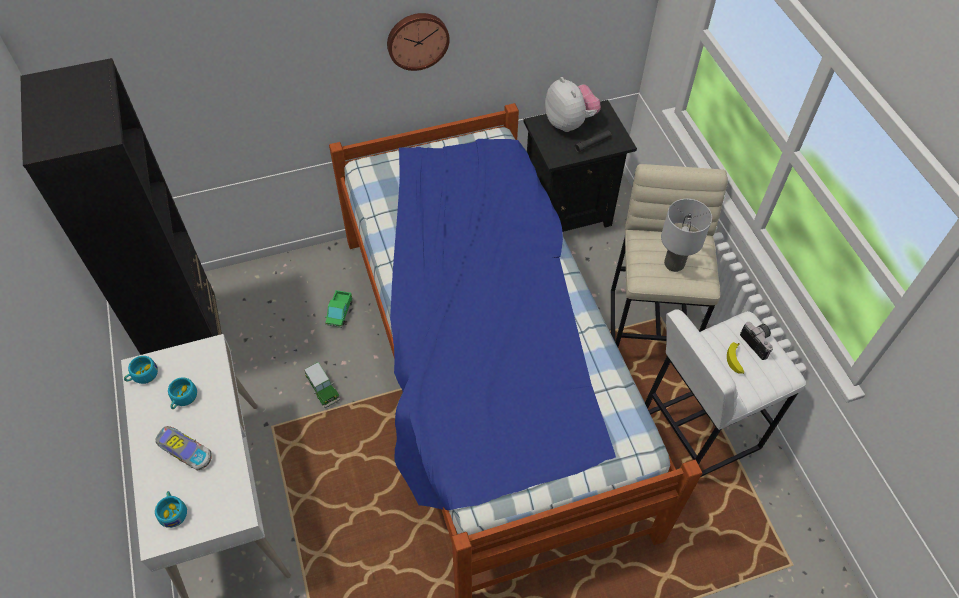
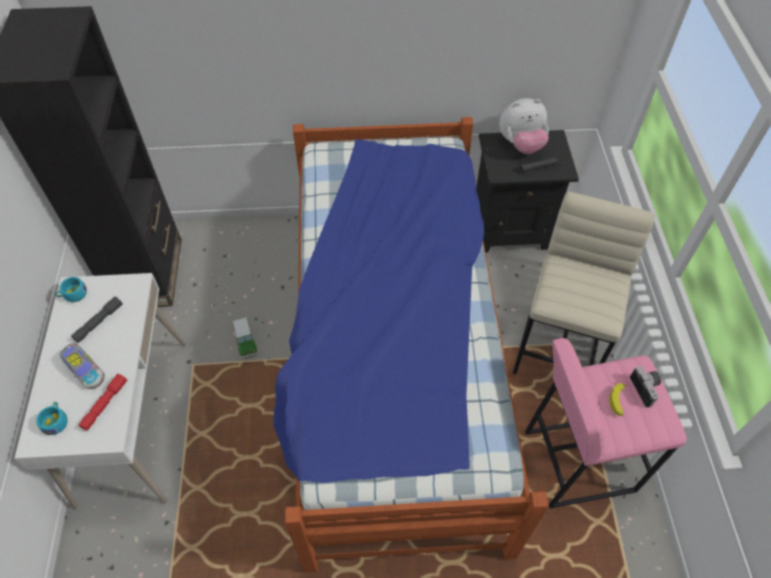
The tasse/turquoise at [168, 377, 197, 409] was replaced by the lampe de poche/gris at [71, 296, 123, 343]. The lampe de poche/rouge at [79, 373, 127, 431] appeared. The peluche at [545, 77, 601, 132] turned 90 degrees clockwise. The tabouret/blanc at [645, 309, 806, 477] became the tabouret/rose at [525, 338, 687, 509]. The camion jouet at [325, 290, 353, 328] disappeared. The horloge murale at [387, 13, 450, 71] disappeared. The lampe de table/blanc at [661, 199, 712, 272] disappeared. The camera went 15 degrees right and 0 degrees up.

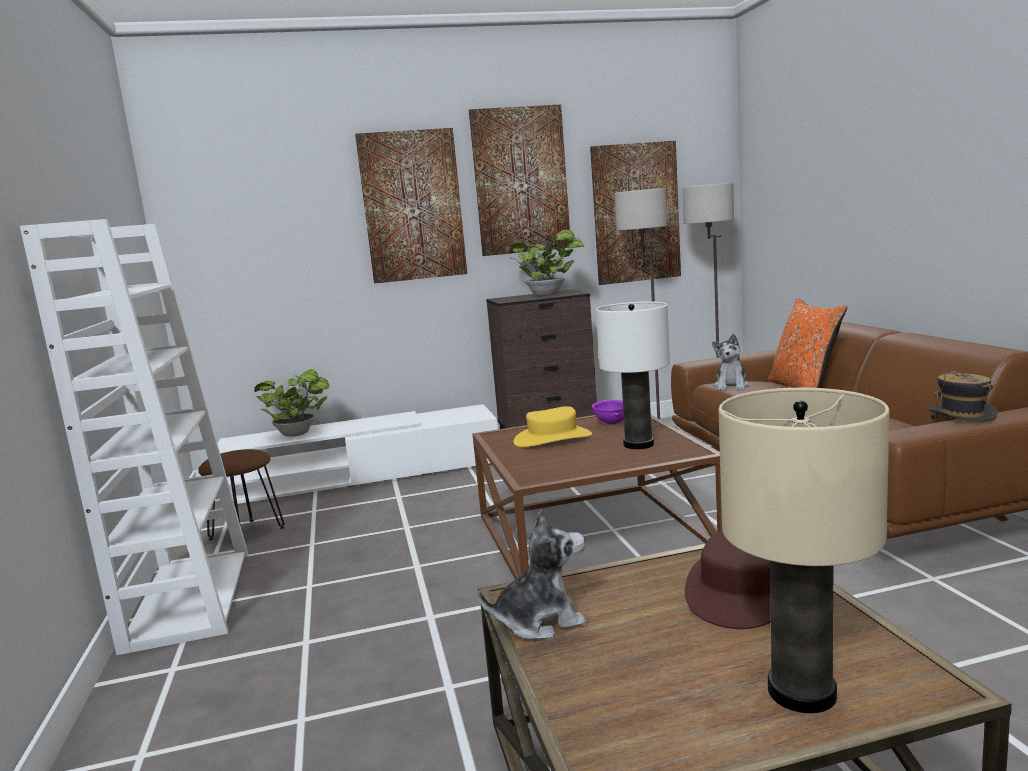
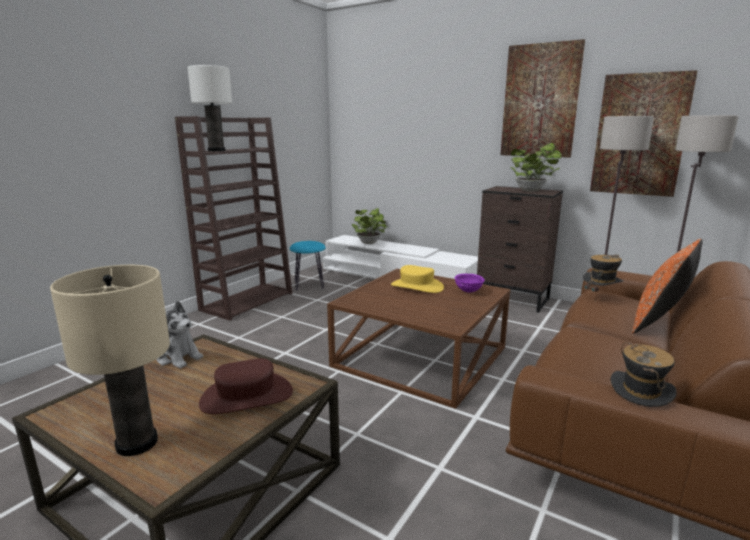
The bibliothèque/blanc at [20, 219, 248, 655] became the bibliothèque/marron at [175, 116, 293, 321]. The lampe de table/blanc moved from [596, 301, 670, 449] to [187, 65, 232, 151]. The tabouret/marron at [198, 449, 285, 541] became the tabouret/turquoise at [290, 241, 326, 290]. The peluche at [712, 334, 749, 391] was replaced by the chapeau at [583, 254, 624, 303]. The tableau at [355, 128, 467, 284] disappeared. The camera went 45 degrees right and 5 degrees up.

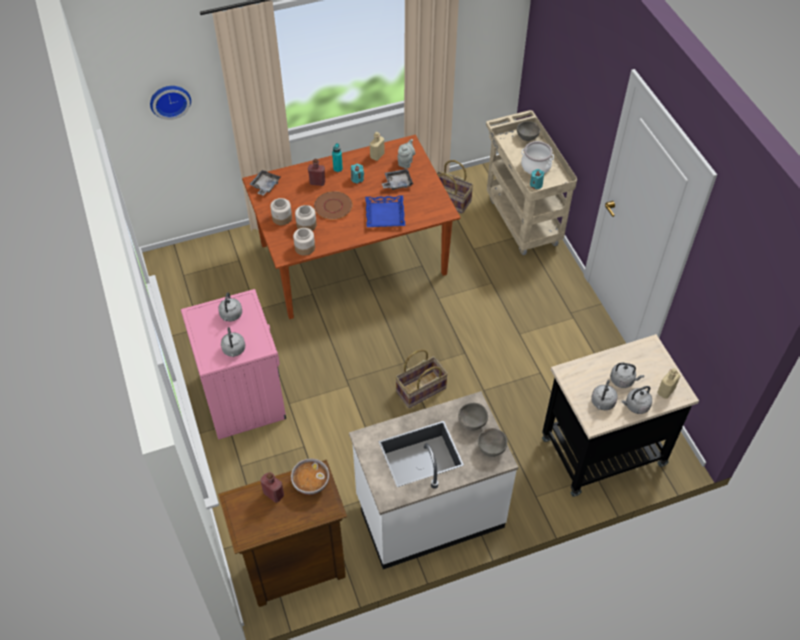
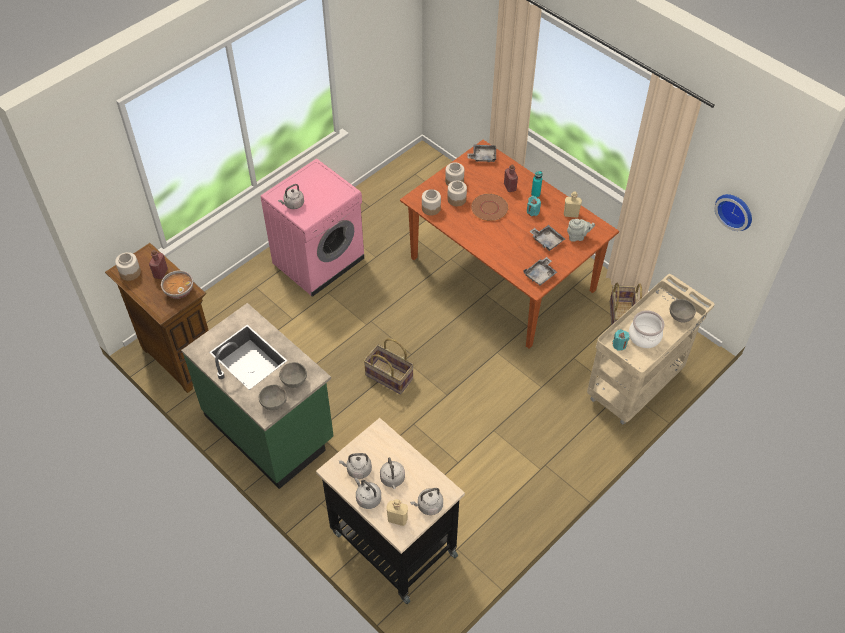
The bocal at [115, 252, 141, 281] appeared. The comptoir de cuisine/blanc at [349, 391, 518, 569] became the comptoir de cuisine/vert at [181, 303, 334, 489]. The bouilloire/gris moved from [218, 292, 242, 322] to [410, 488, 443, 515]. The plateau/gris at [524, 257, 557, 286] appeared. The horloge murale moved from [150, 86, 191, 120] to [715, 194, 752, 231]. The plateau/bleu at [365, 195, 405, 227] disappeared. The camera went 65 degrees right and 0 degrees up.

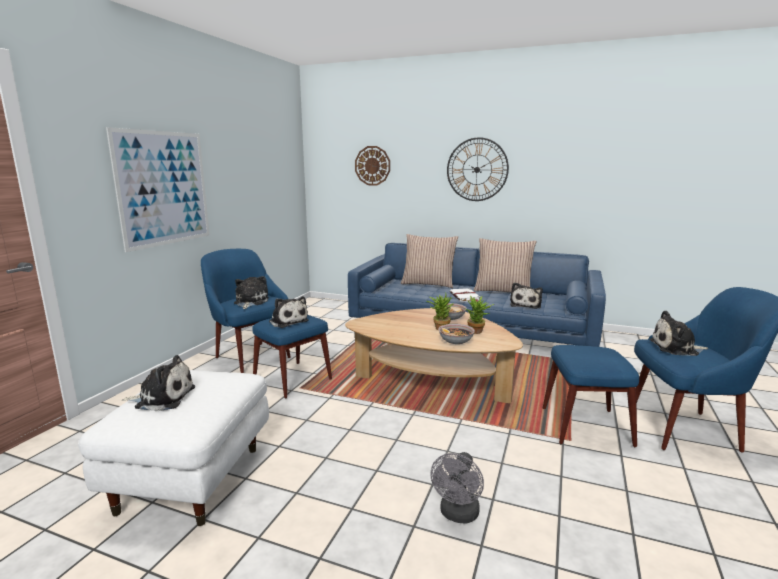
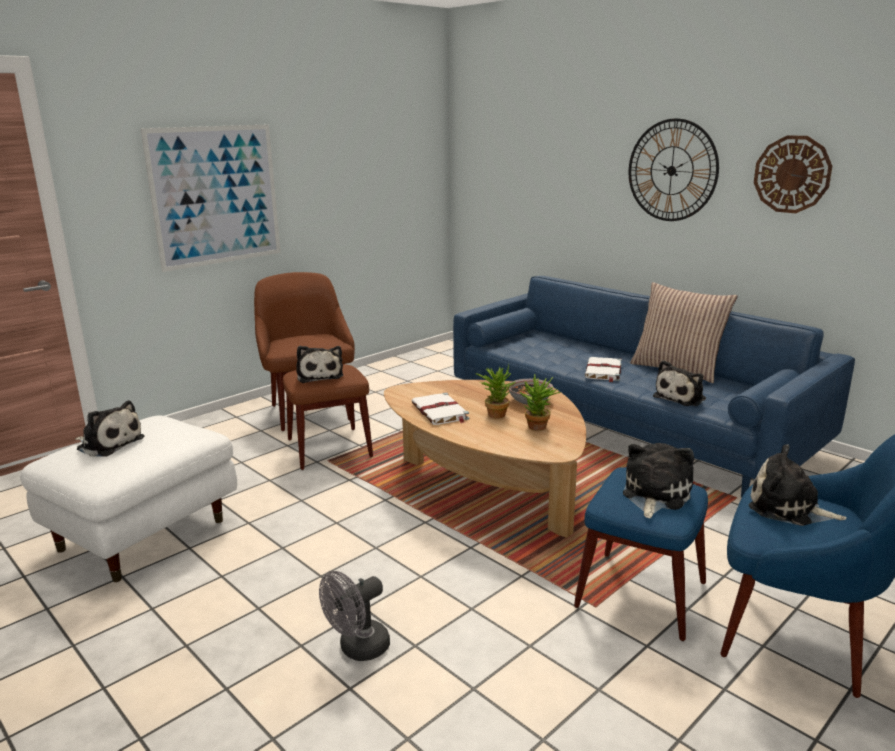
The fauteuil/bleu at [201, 249, 332, 399] became the fauteuil/marron at [254, 272, 373, 470]. The livre/blanc at [412, 392, 469, 425] appeared. The peluche moved from [234, 276, 269, 309] to [623, 443, 694, 518]. The horloge murale moved from [355, 146, 390, 186] to [754, 135, 832, 213]. The coussin at [401, 234, 458, 288] disappeared. The bol at [438, 324, 475, 344] disappeared. The camera went 25 degrees right and 5 degrees up.

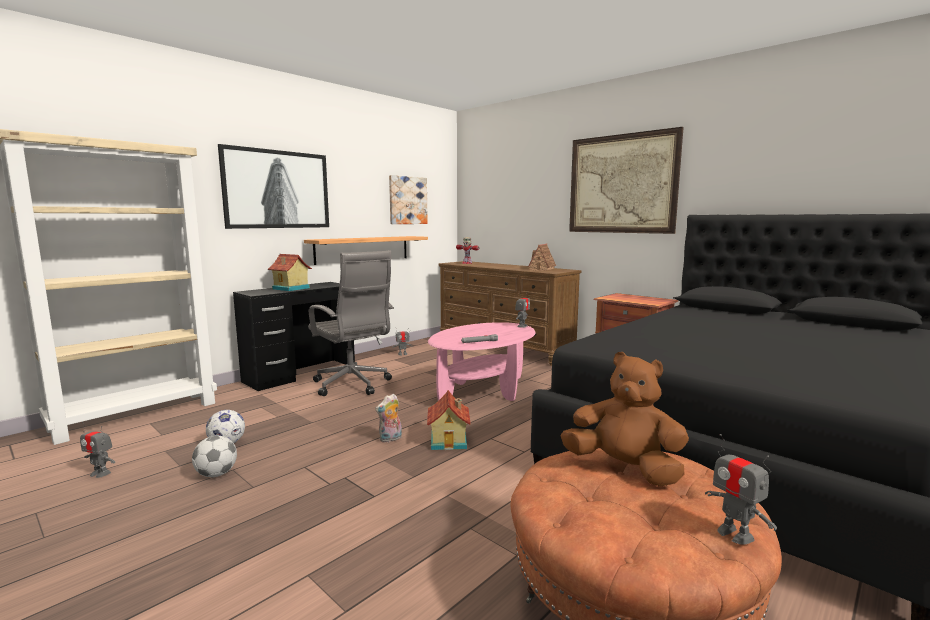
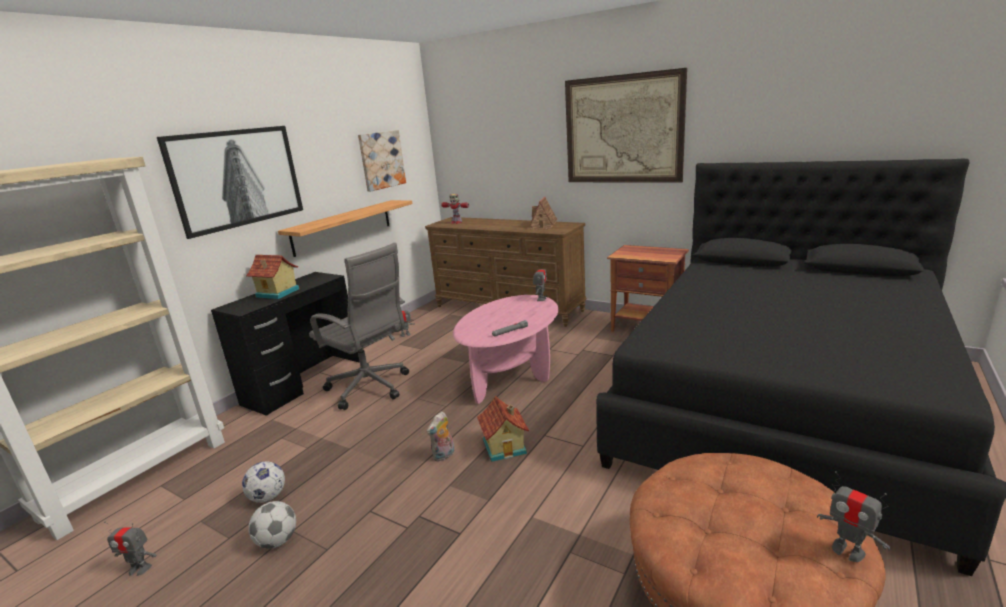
The peluche/marron at [560, 352, 689, 486] disappeared. The camera went 10 degrees left and 10 degrees up.

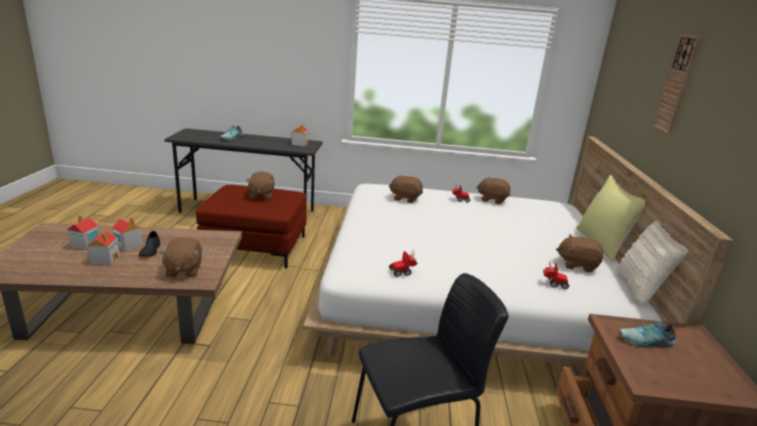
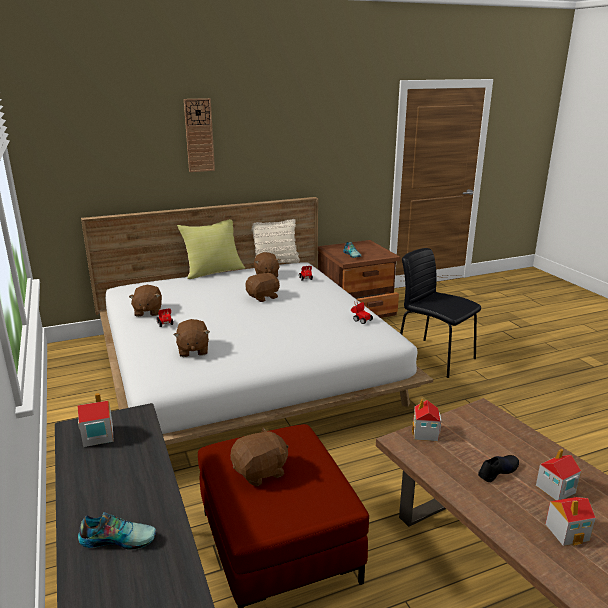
The peluche/marron moved from [159, 237, 202, 277] to [245, 272, 280, 302]. The maison miniature moved from [112, 216, 143, 251] to [412, 399, 441, 441]. The camera went 115 degrees left and 0 degrees up.

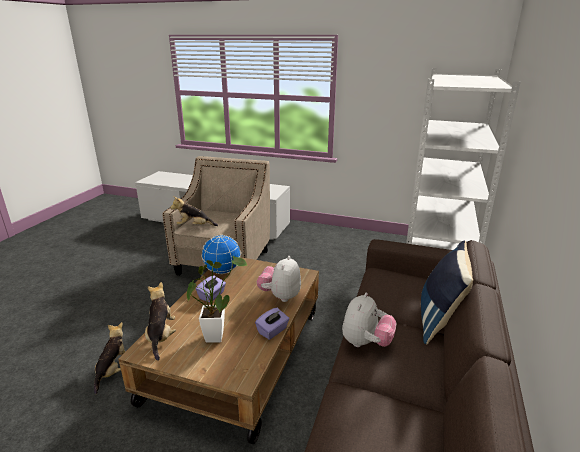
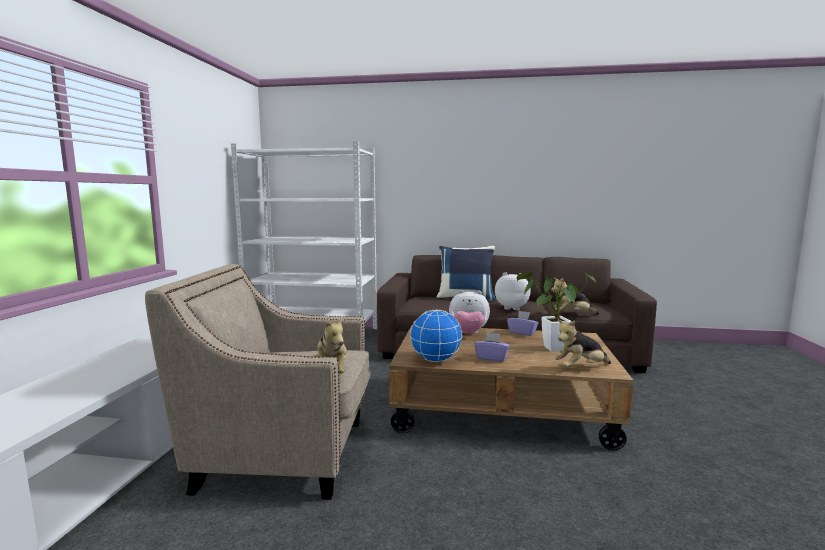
The peluche moved from [94, 322, 125, 394] to [551, 277, 600, 315]. The camera went 100 degrees left and 15 degrees down.

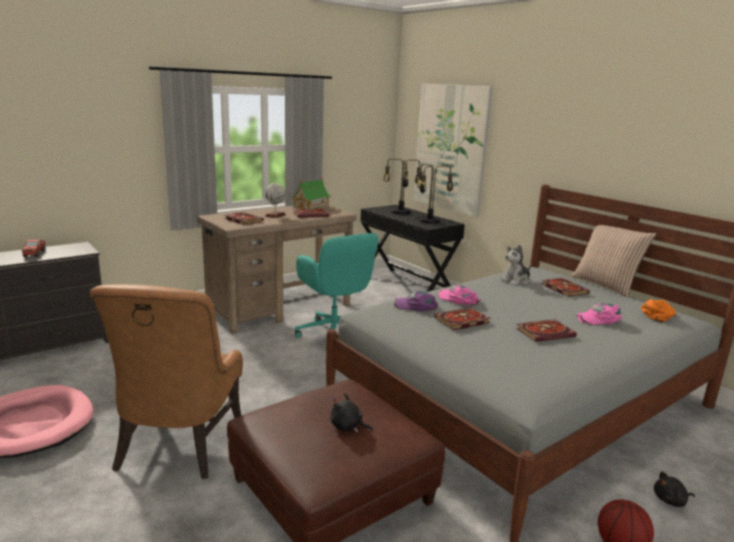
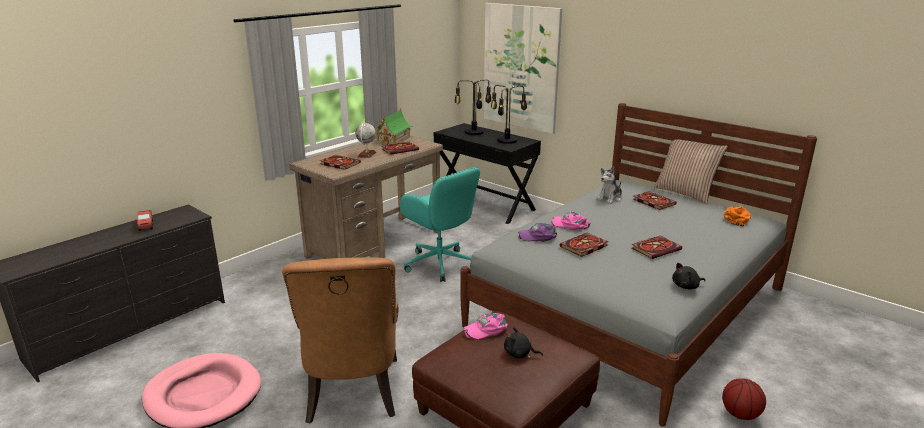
The casquette/rose moved from [577, 303, 622, 325] to [464, 313, 508, 339]. The peluche/noir moved from [654, 471, 695, 507] to [672, 263, 705, 290]. The camera went 10 degrees left and 5 degrees up.

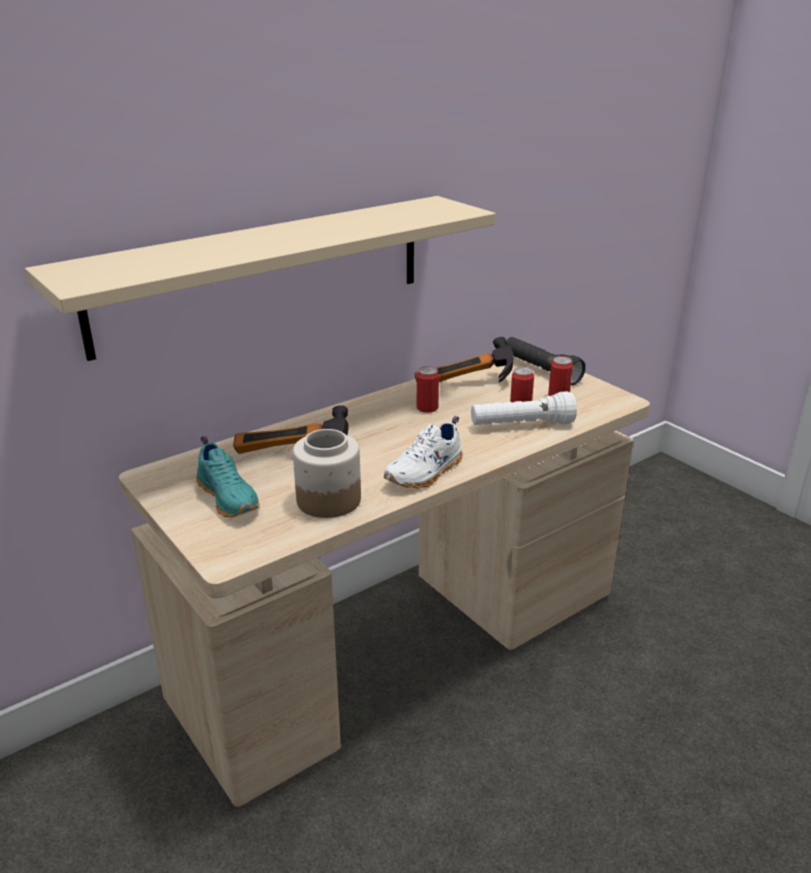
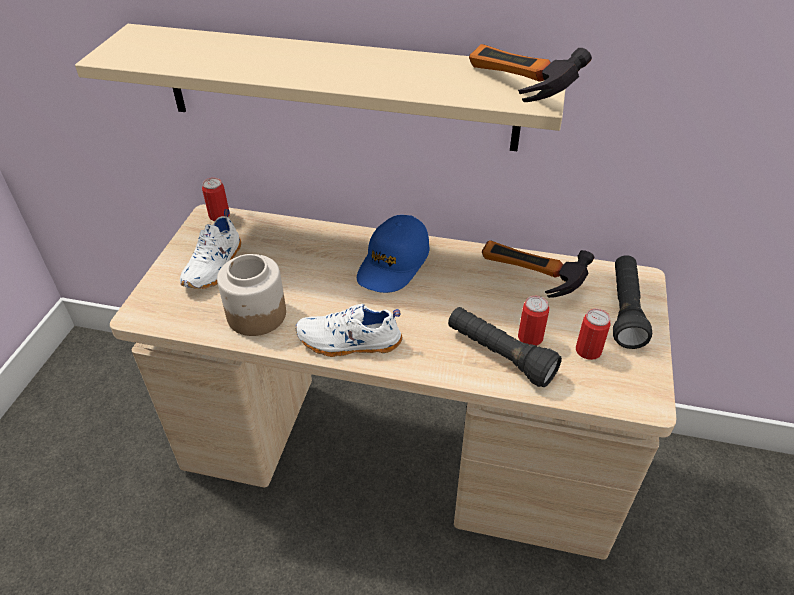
The chaussure/turquoise at [196, 436, 259, 517] became the chaussure/blanc at [180, 209, 241, 289]. The boîte métallique moved from [417, 366, 439, 413] to [202, 178, 230, 221]. The casquette/bleu at [357, 215, 430, 293] appeared. The lampe de poche/blanc at [471, 391, 577, 425] became the lampe de poche/noir at [448, 307, 562, 387]. The marteau moved from [233, 405, 349, 454] to [469, 44, 592, 102]. The camera went 50 degrees right and 15 degrees up.

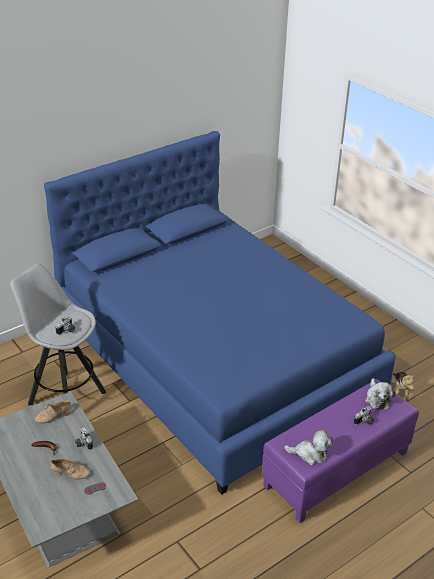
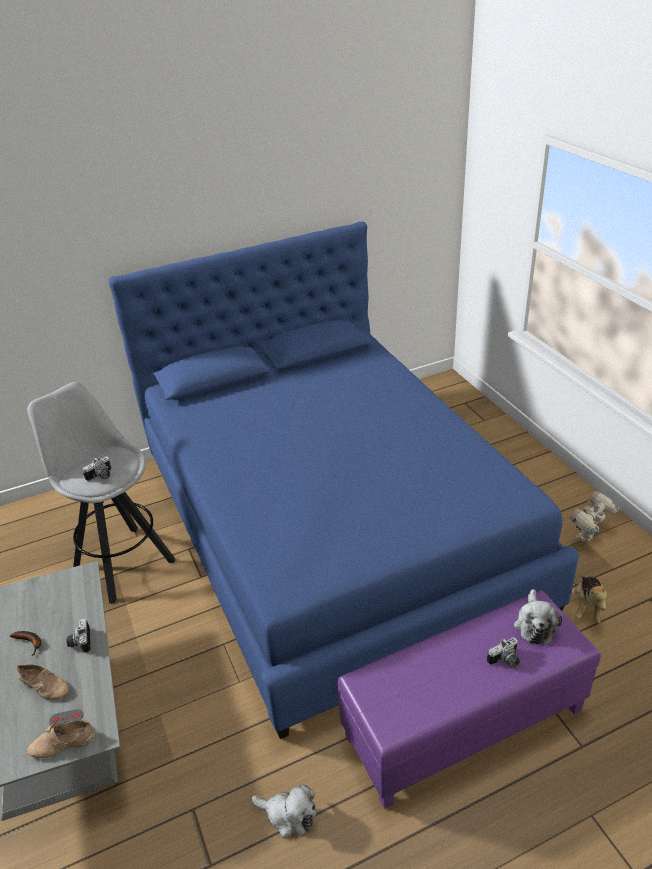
The chaussure/beige moved from [35, 400, 72, 424] to [27, 720, 95, 758]. The peluche moved from [284, 429, 332, 465] to [252, 784, 316, 839]. The robot jouet at [570, 491, 619, 543] appeared. The camera went 15 degrees right and 0 degrees up.

